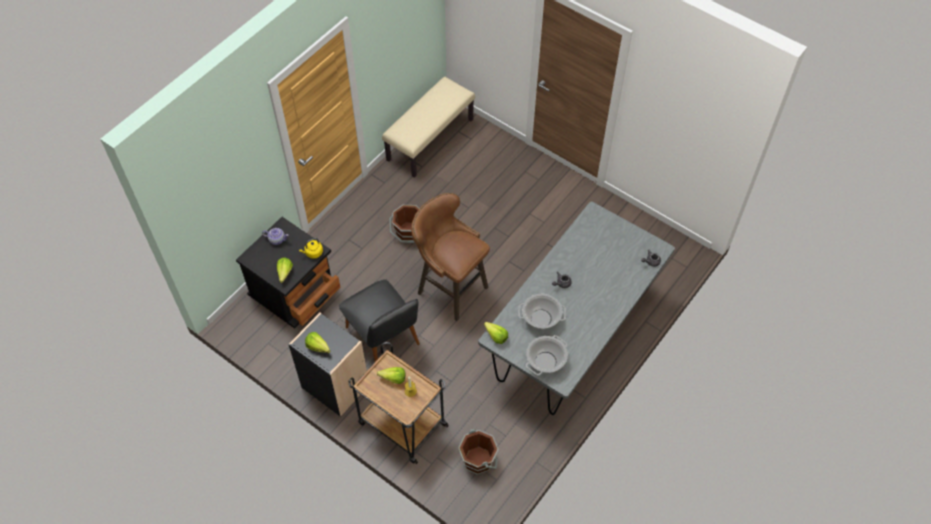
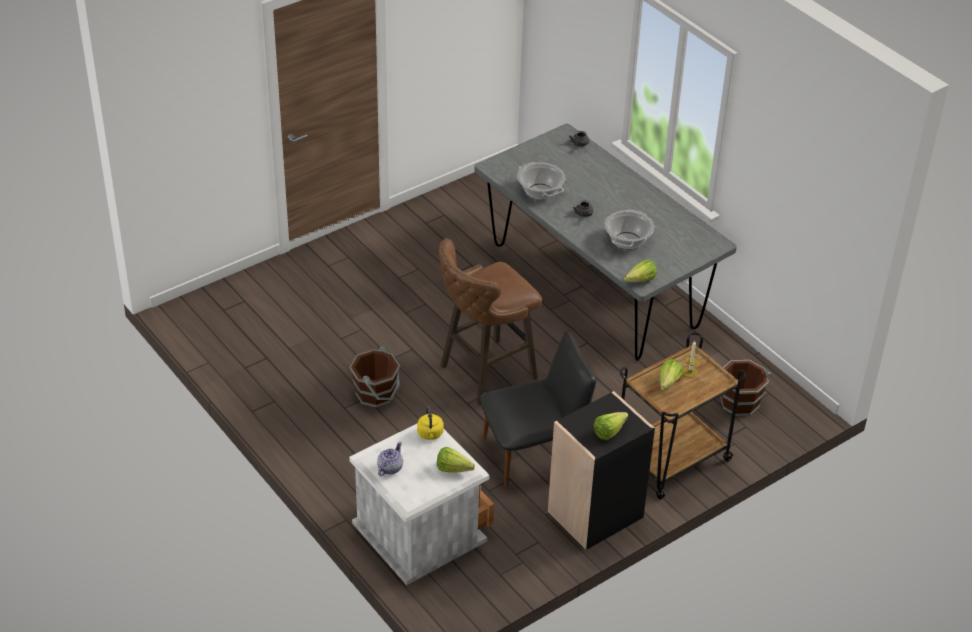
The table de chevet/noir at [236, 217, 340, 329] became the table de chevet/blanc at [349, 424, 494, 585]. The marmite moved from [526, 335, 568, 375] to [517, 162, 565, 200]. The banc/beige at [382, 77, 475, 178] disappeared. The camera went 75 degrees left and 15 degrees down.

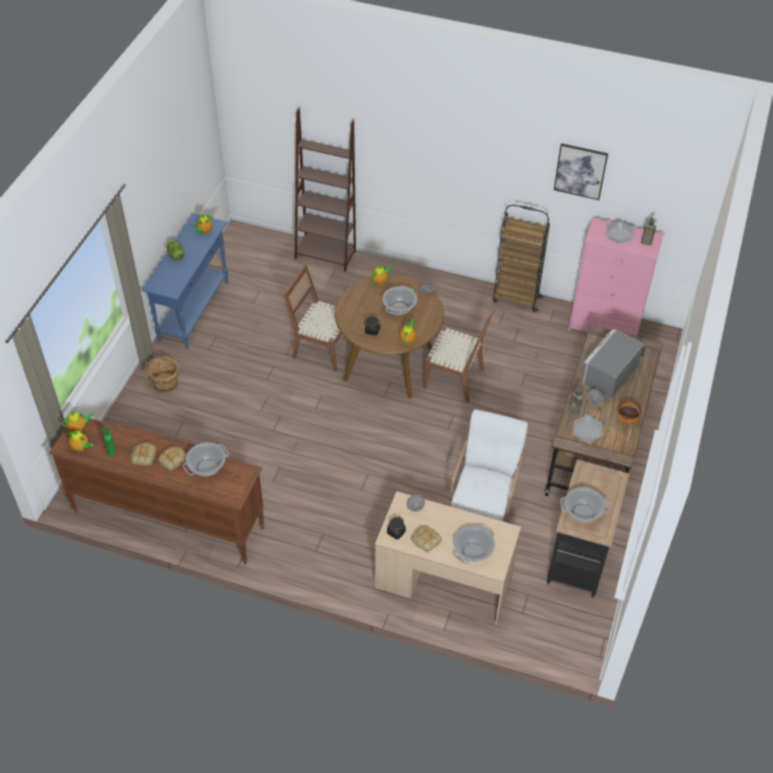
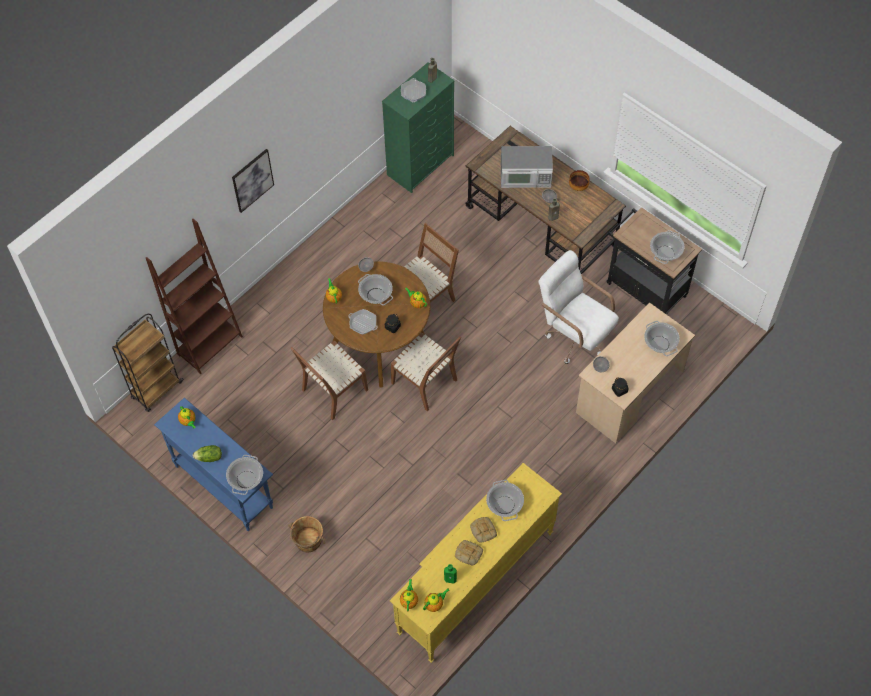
The chariot/marron moved from [492, 205, 550, 312] to [112, 314, 183, 412]. The marmite at [226, 455, 263, 495] appeared. The tableau moved from [554, 143, 608, 200] to [232, 149, 274, 213]. The poêle moved from [573, 414, 603, 442] to [348, 309, 378, 335]. The commode/rose at [569, 217, 664, 336] became the commode/vert at [382, 62, 455, 193]. The meuble de rangement/marron at [49, 416, 265, 564] became the meuble de rangement/jaune at [390, 463, 562, 663]. The chaise at [391, 332, 461, 411] appeared. The micro-ondes at [583, 329, 644, 399] turned 60 degrees counterclockwise. The pain at [411, 525, 442, 552] disappeared. The camera went 65 degrees left and 10 degrees up.

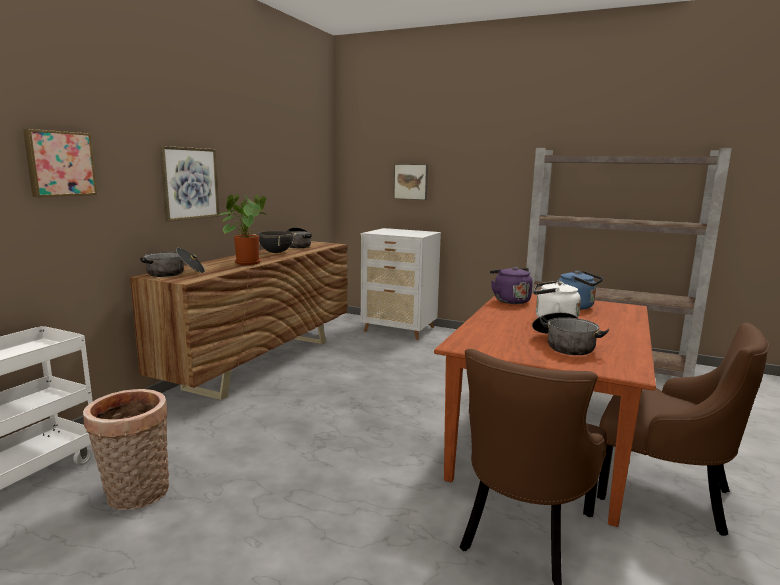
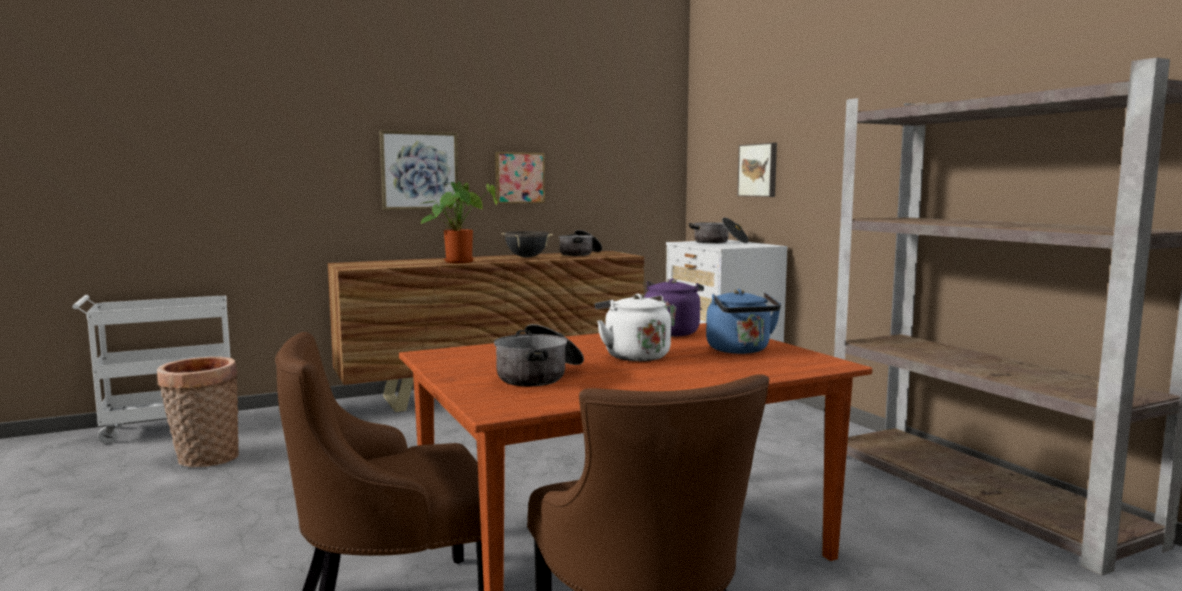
The tableau moved from [23, 129, 97, 197] to [495, 152, 545, 204]. The marmite moved from [140, 248, 205, 277] to [689, 217, 749, 244]. The camera went 40 degrees right and 5 degrees down.

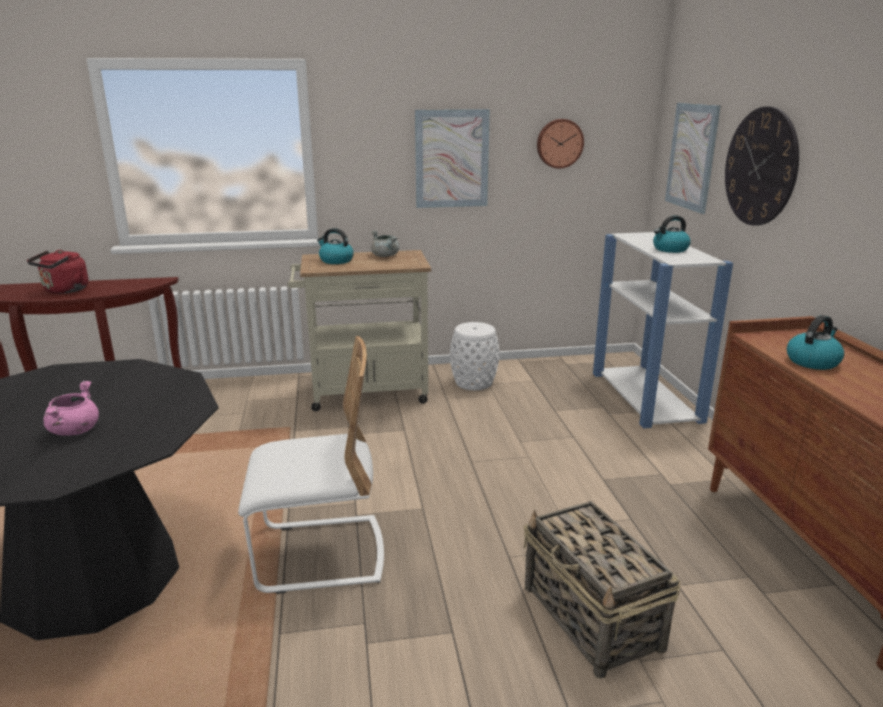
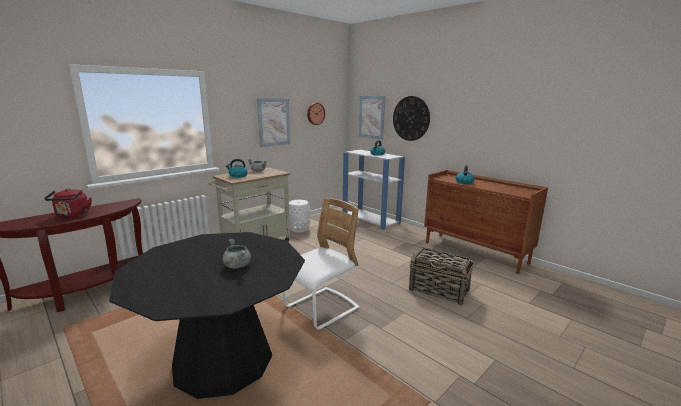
The marmite/rose at [43, 381, 99, 435] became the marmite/gris at [223, 239, 251, 269]. The camera went 35 degrees left and 5 degrees down.

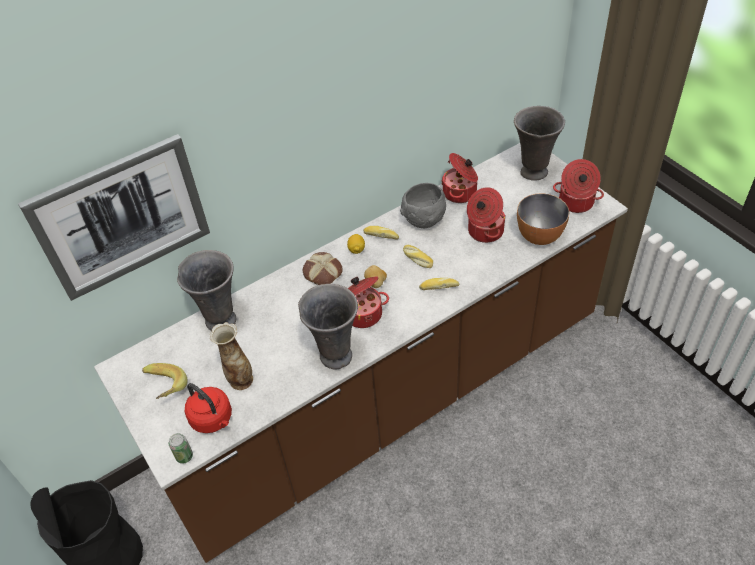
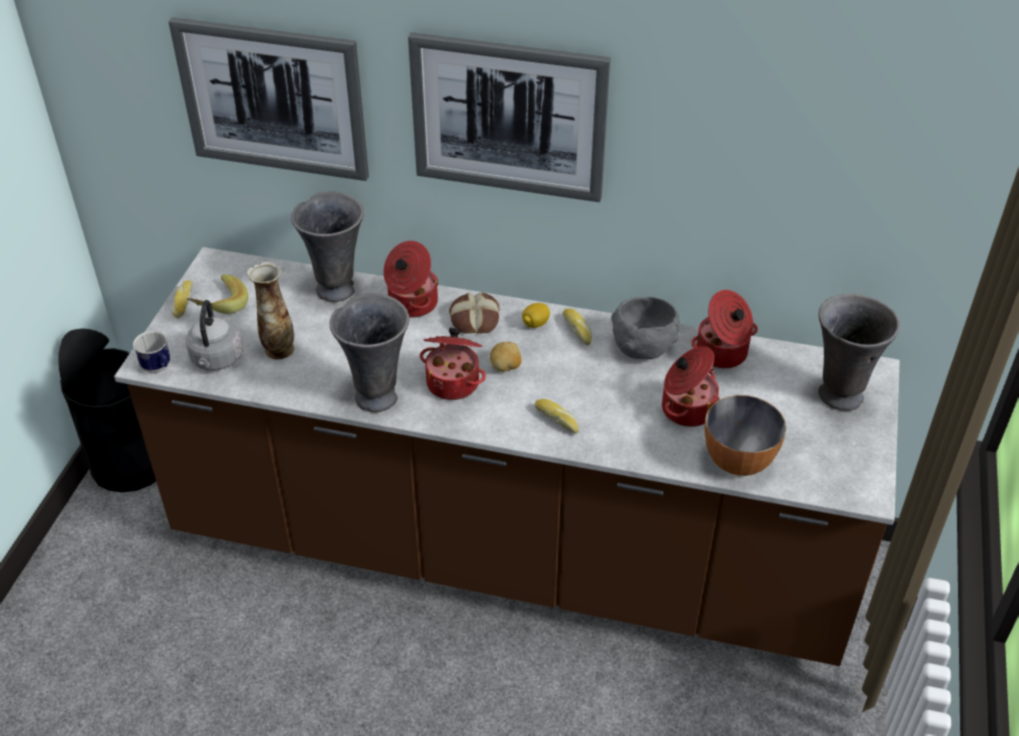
The boîte métallique at [169, 433, 193, 464] was replaced by the mug at [133, 331, 170, 373]. The pain moved from [403, 245, 433, 268] to [172, 280, 193, 318]. The bouilloire/rouge at [185, 383, 232, 433] became the bouilloire/gris at [186, 300, 243, 371]. The marmite moved from [553, 159, 604, 213] to [383, 241, 438, 318]. The tableau at [408, 32, 610, 202] appeared. The camera went 45 degrees right and 5 degrees down.

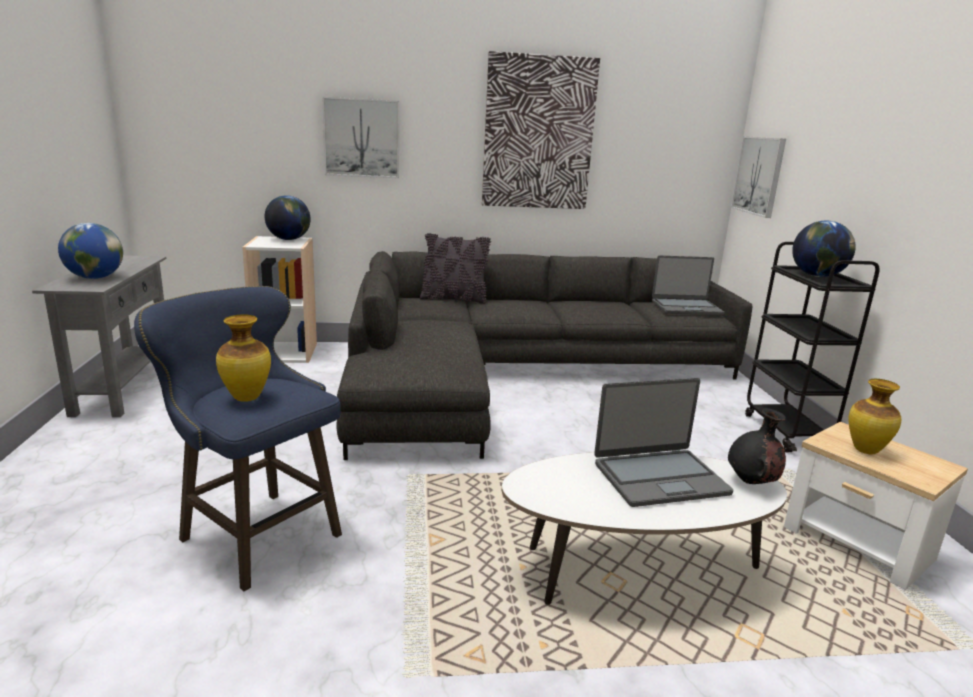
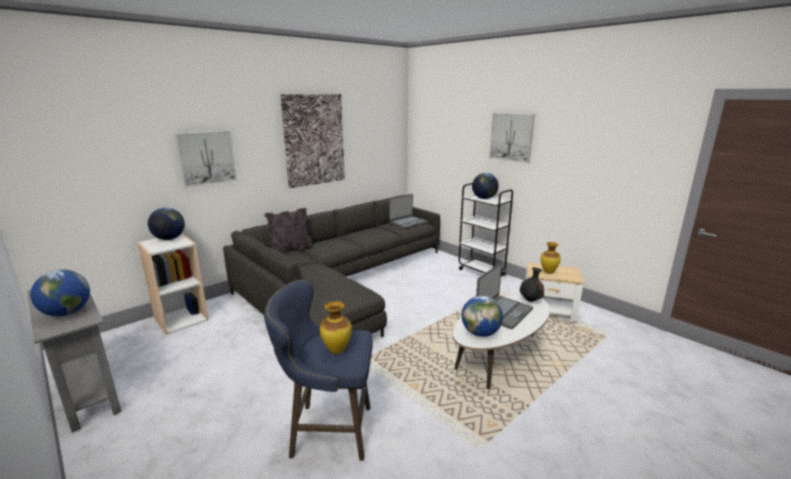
The chariot/noir at [745, 242, 880, 453] became the chariot/blanc at [459, 183, 513, 276]. The globe at [462, 296, 503, 337] appeared. The tableau moved from [731, 136, 786, 218] to [489, 113, 535, 163]. The camera went 35 degrees left and 0 degrees up.

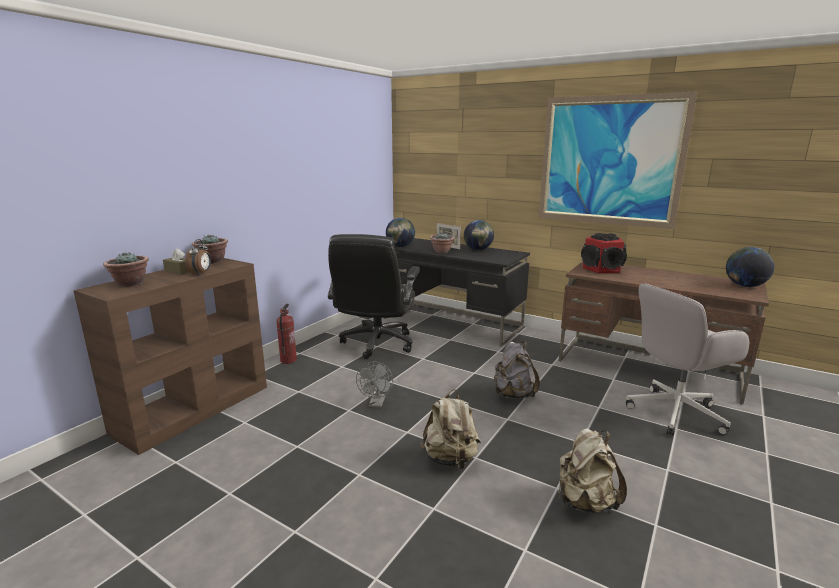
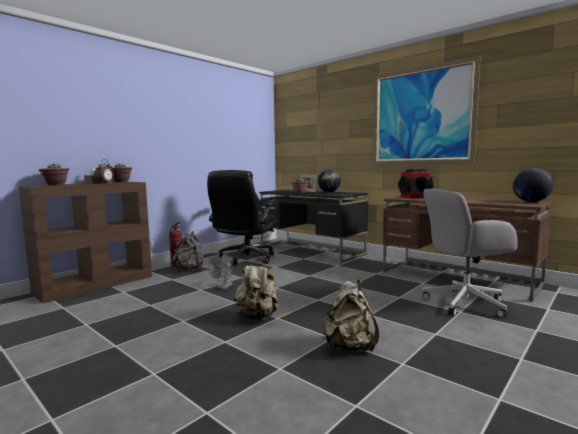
The sac à dos/gris moved from [493, 341, 540, 399] to [173, 231, 204, 271]. The globe at [386, 218, 415, 247] disappeared. The camera went 10 degrees right and 10 degrees down.

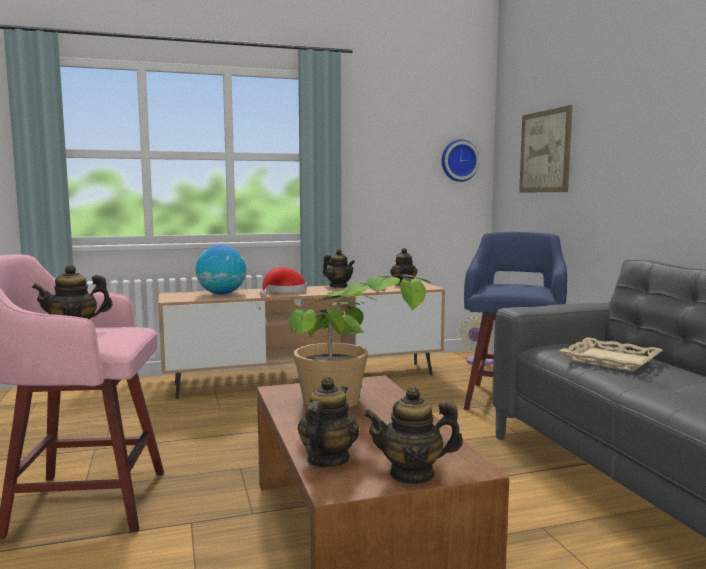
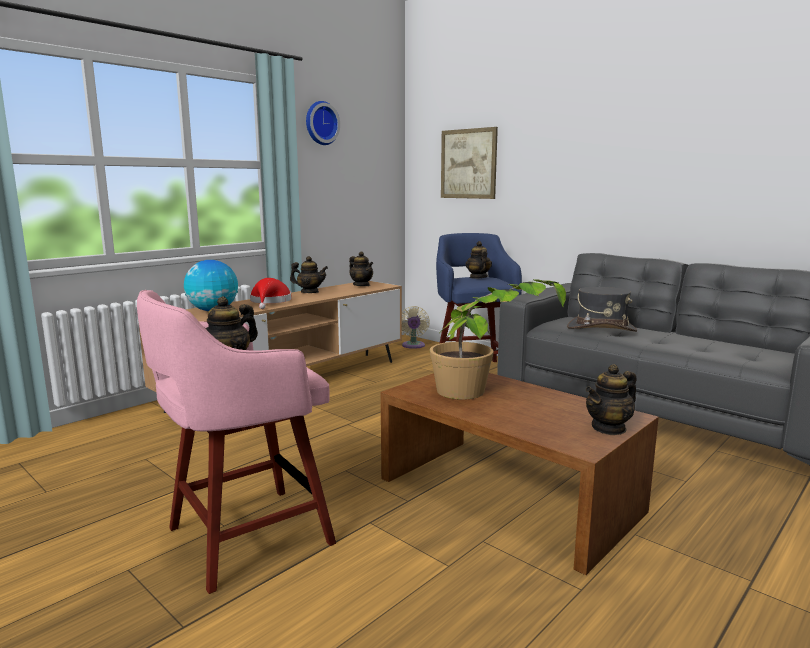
The horloge murale moved from [442, 139, 480, 182] to [306, 101, 340, 145]. The théière moved from [298, 376, 359, 467] to [465, 241, 492, 279]. The plateau/beige at [559, 337, 663, 372] was replaced by the chapeau/gris at [567, 287, 637, 332]. The camera went 30 degrees left and 5 degrees up.

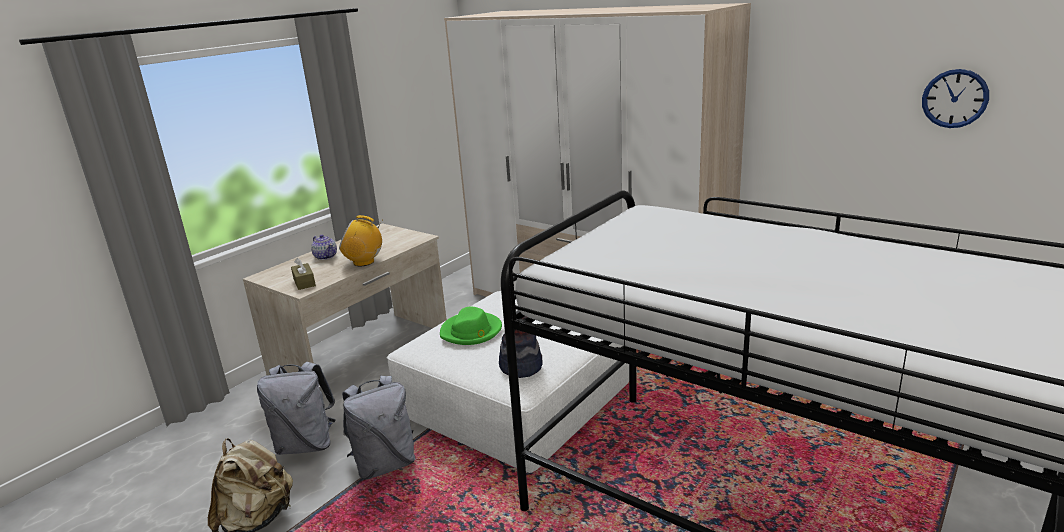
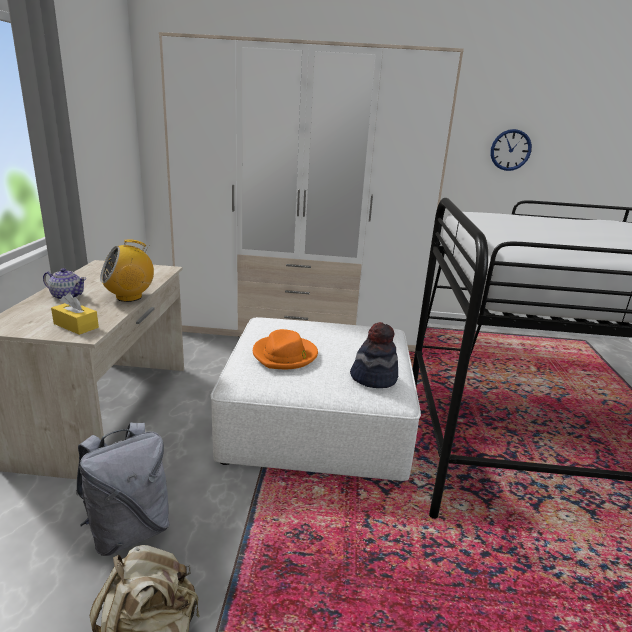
The boîte à mouchoirs/marron at [291, 258, 316, 290] became the boîte à mouchoirs/jaune at [51, 293, 99, 335]. The chapeau/vert at [440, 306, 502, 345] became the chapeau/orange at [253, 329, 318, 369]. The horloge murale moved from [922, 69, 989, 128] to [490, 129, 532, 171]. The sac à dos/gris at [342, 376, 415, 480] disappeared. The camera went 35 degrees left and 0 degrees up.

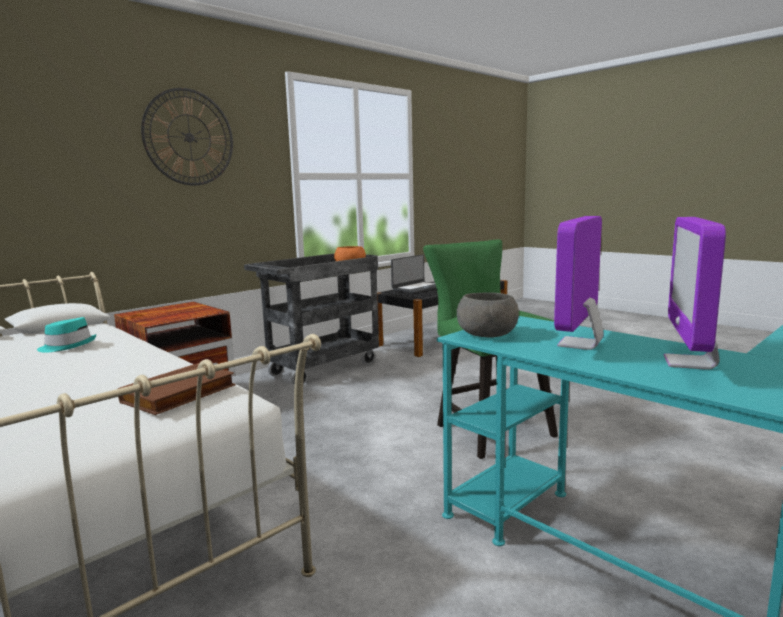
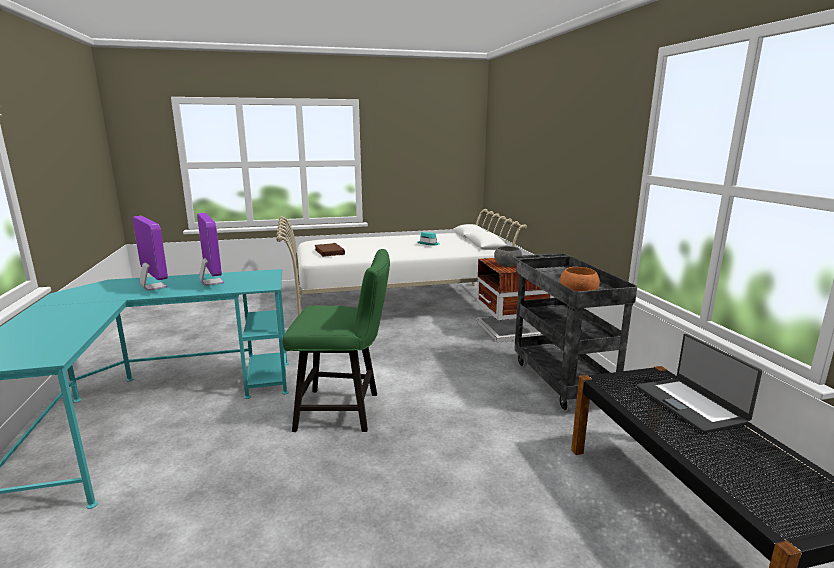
The bol/gris moved from [457, 292, 519, 338] to [494, 246, 522, 267]. The horloge murale at [141, 88, 233, 186] disappeared. The camera went 120 degrees right and 5 degrees up.

